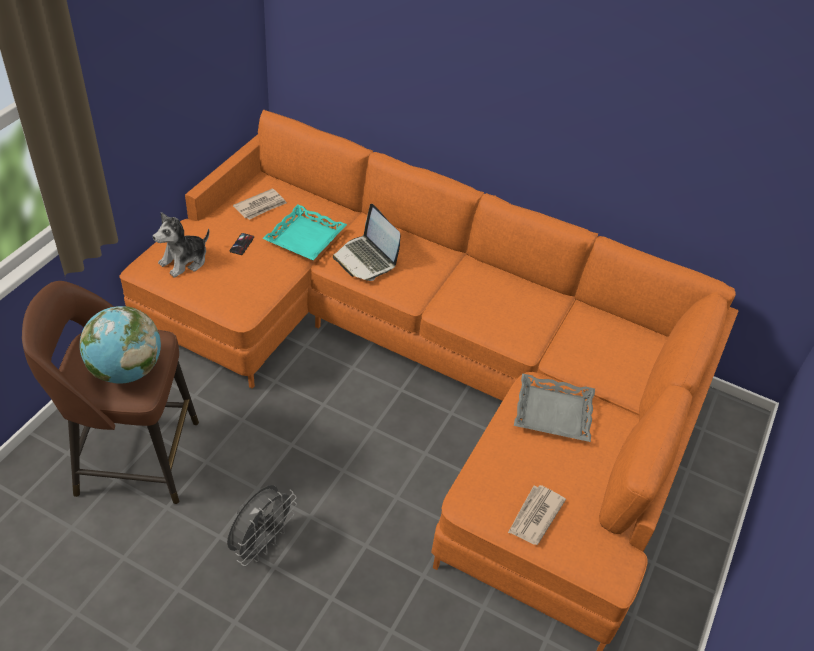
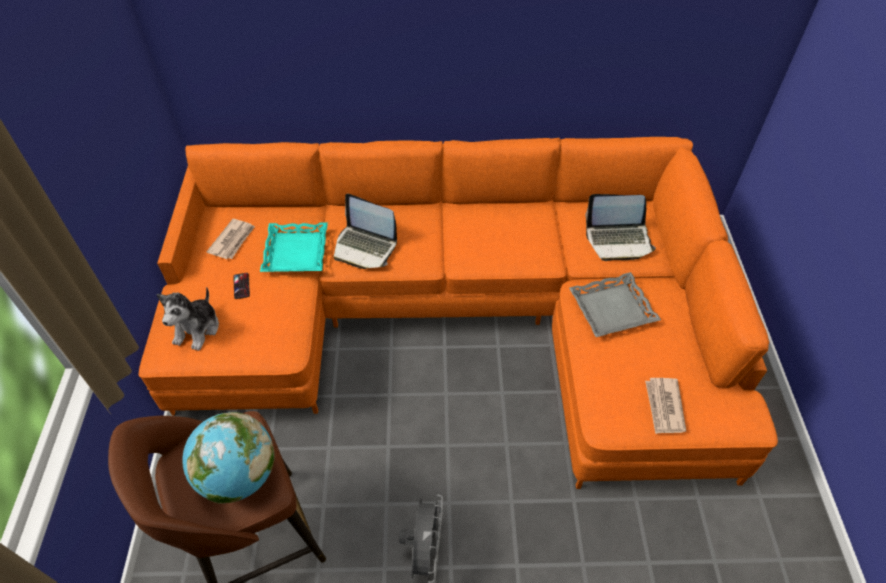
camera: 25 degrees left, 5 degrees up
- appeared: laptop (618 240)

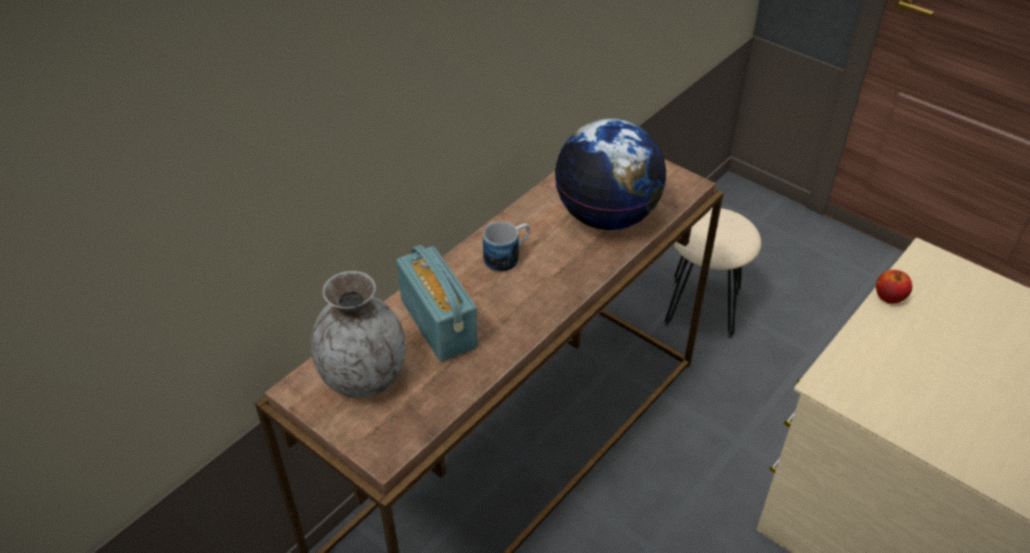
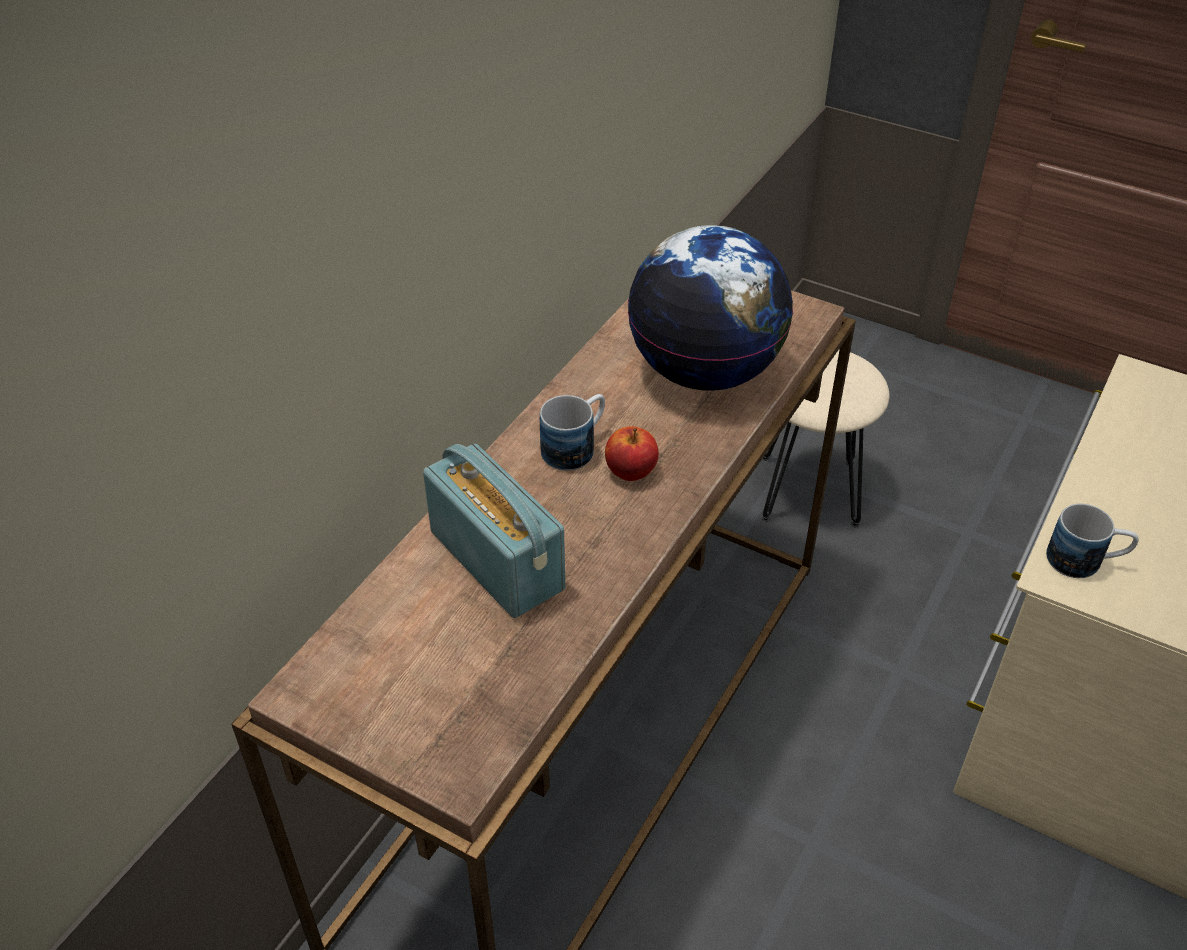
camera: 10 degrees left, 0 degrees up
- relocated: apple (889 297) to (630 472)
- appeared: mug (1085 562)
- missing: grey vase (364 379)

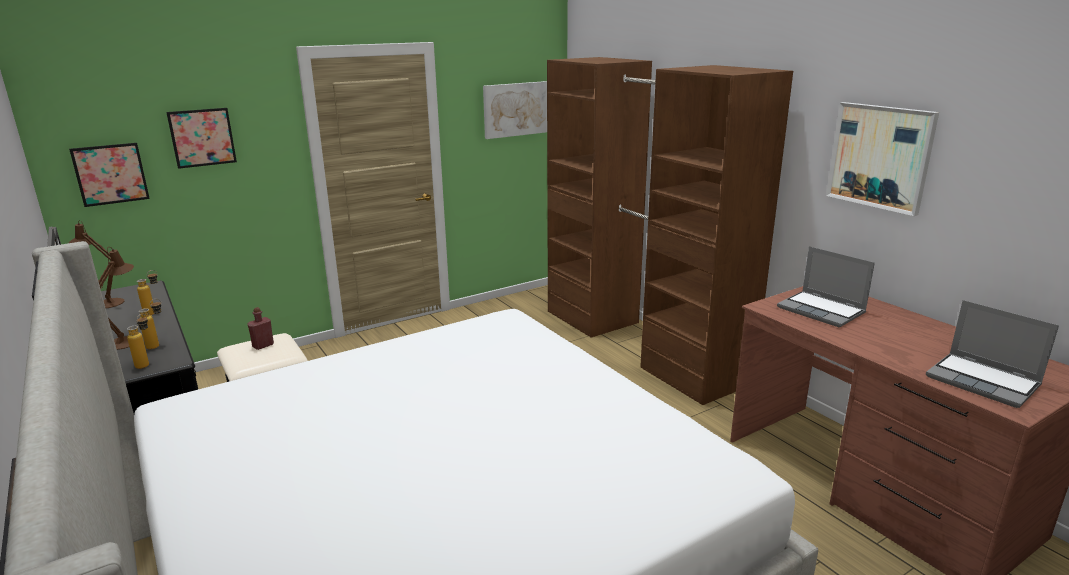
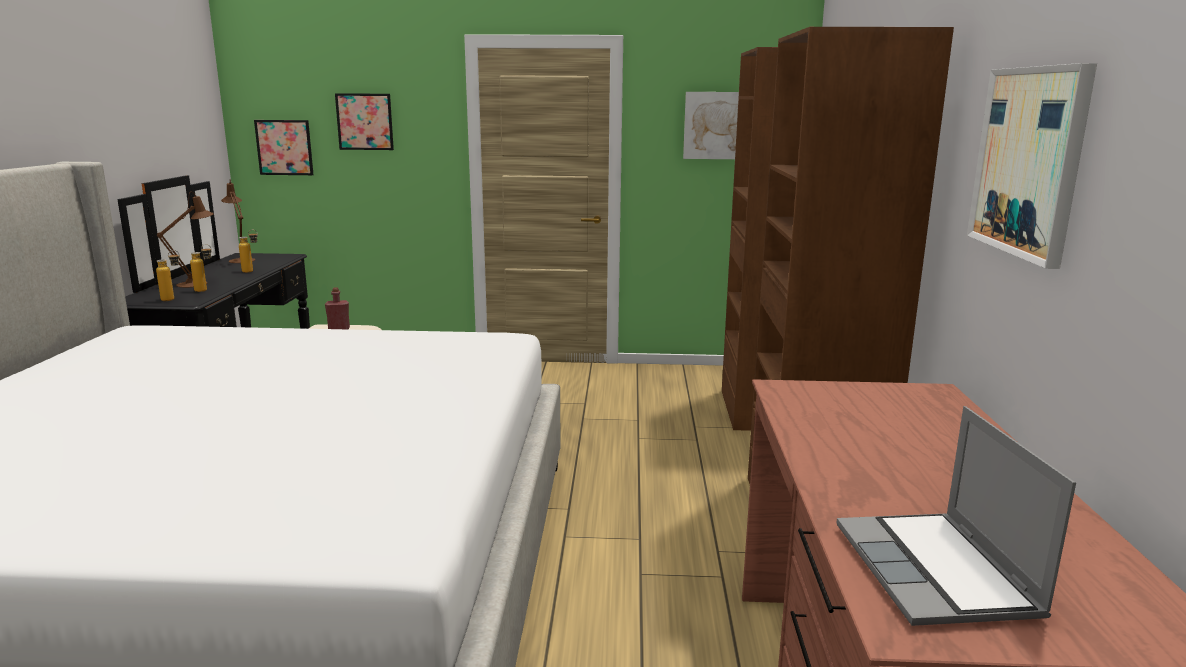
camera: 35 degrees right, 5 degrees down
- missing: laptop (822 310)

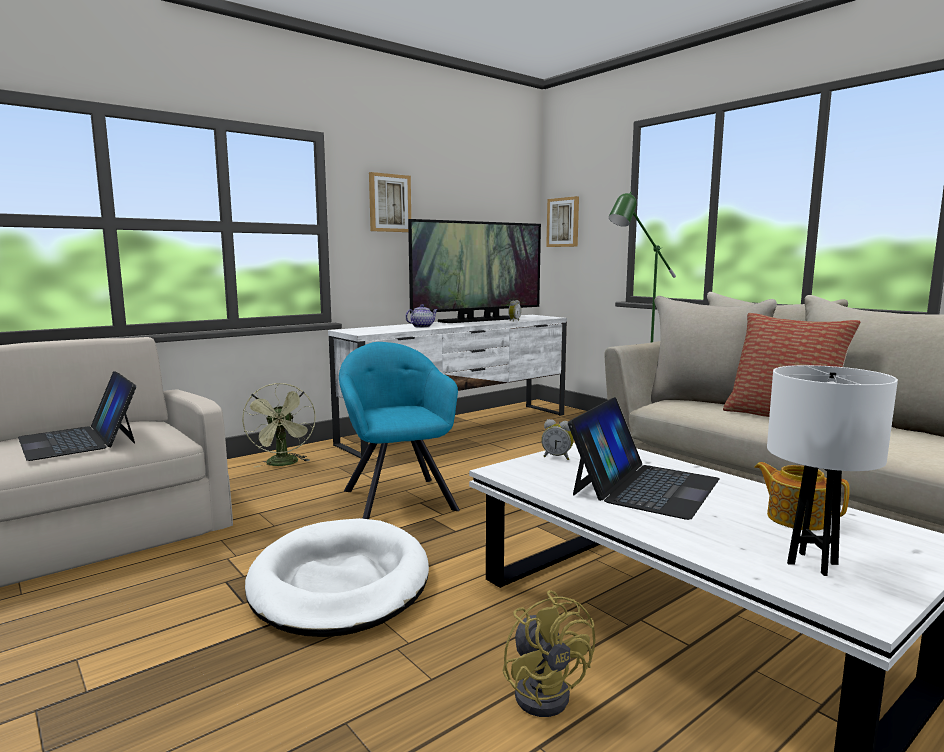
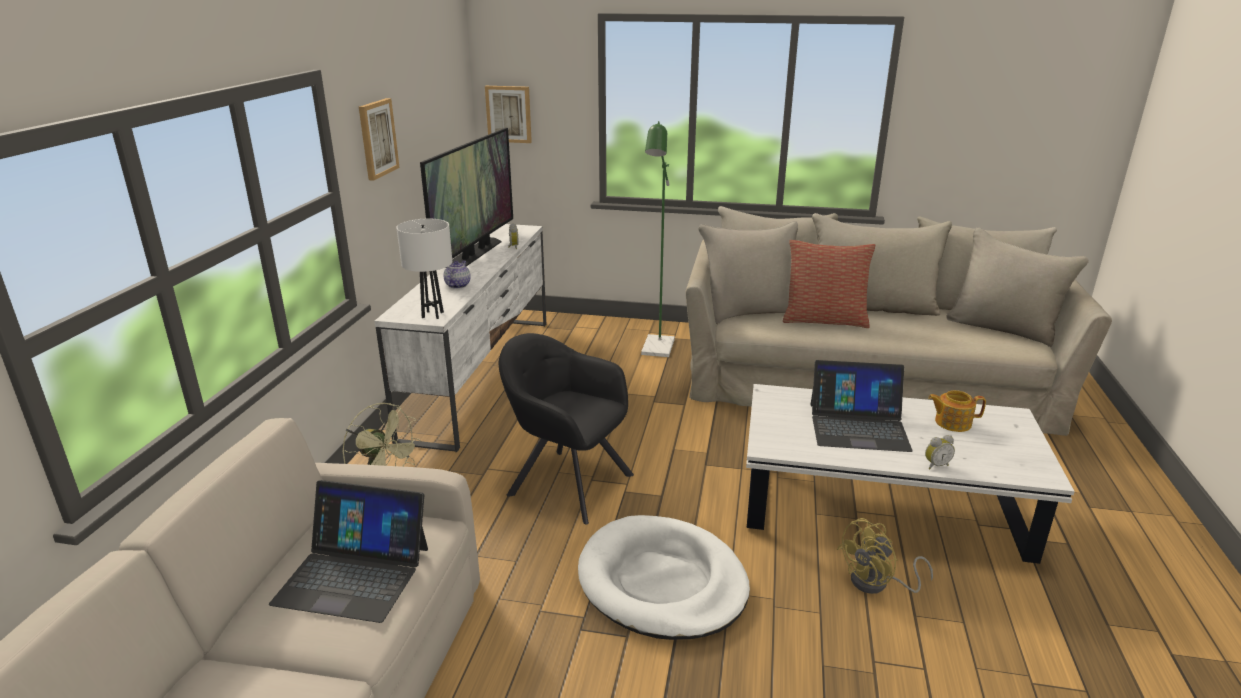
camera: 40 degrees left, 15 degrees up
- relocated: white table lamp (812 563) to (432 315)
- colour: turquoise armchair (397 498) to black armchair (566 483)
- spun: laptop (644 486) = (858 426) 105 degrees clockwise
- spun: yellow fan (546 691) = (877 584) 120 degrees clockwise
- relocated: alarm clock (557 457) to (935 465)

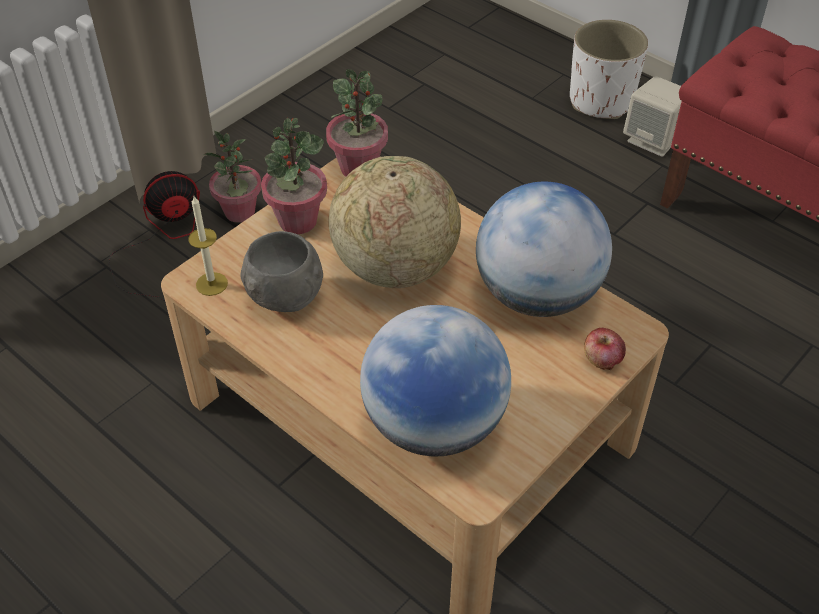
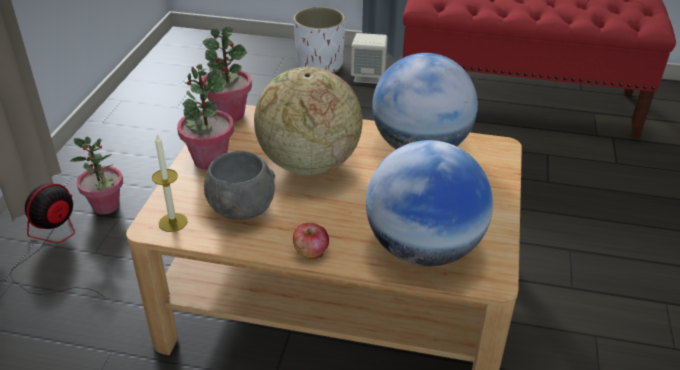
camera: 30 degrees left, 10 degrees down
- relocated: apple (602 360) to (311 252)

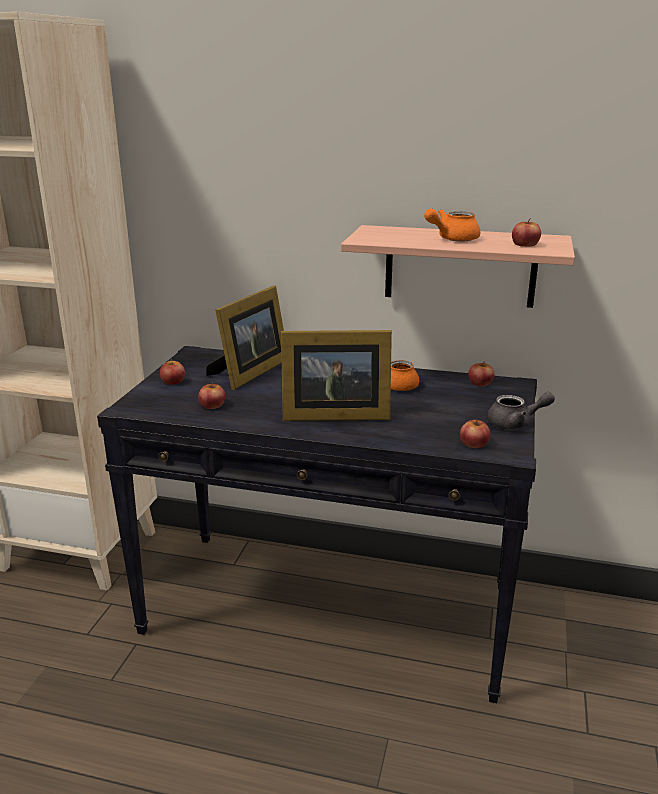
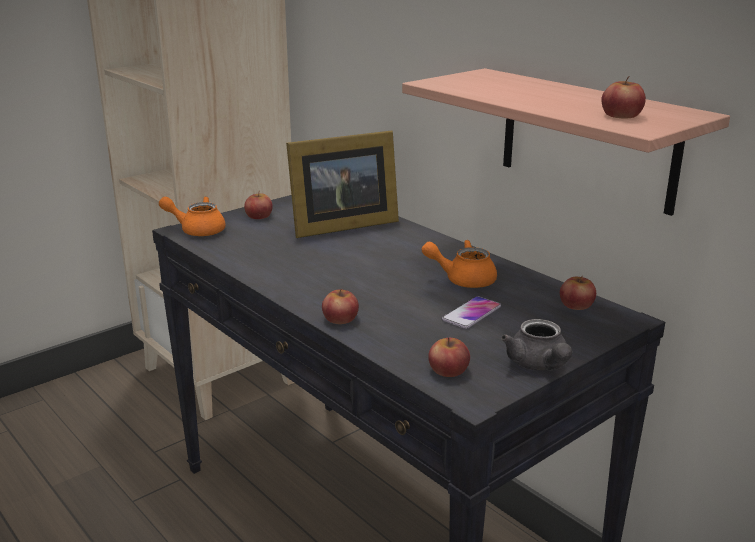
camera: 35 degrees right, 0 degrees up
- relocated: orange teapot (452 239) to (197 230)
- relocated: apple (212 405) to (340 318)
- appeared: phone (471 313)
- spun: grey teapot (515 424) = (539 365) 45 degrees clockwise
- missing: picture frame (332 414)

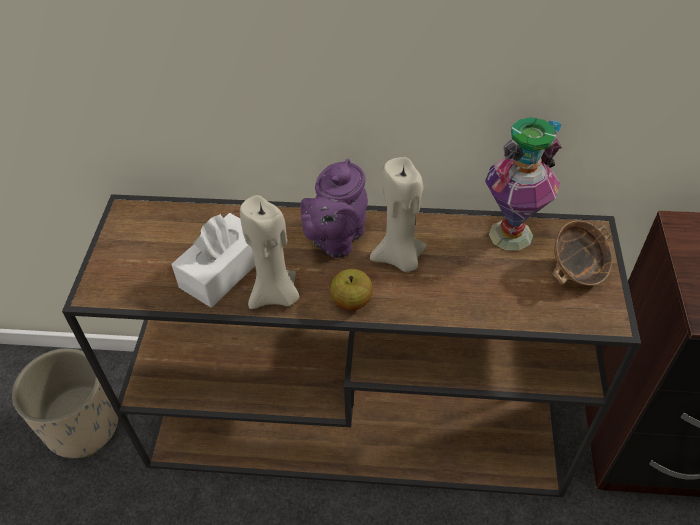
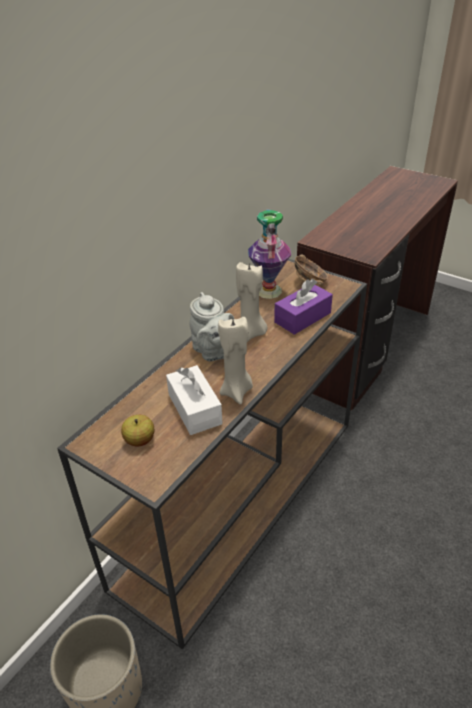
camera: 60 degrees left, 10 degrees down
- relocated: apple (351 301) to (139 440)
- colour: purple teapot (335 239) to grey teapot (214 352)
- appeared: purple tissue box (302 317)

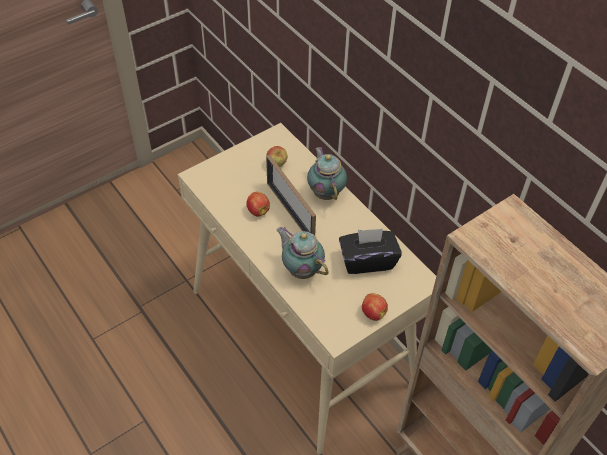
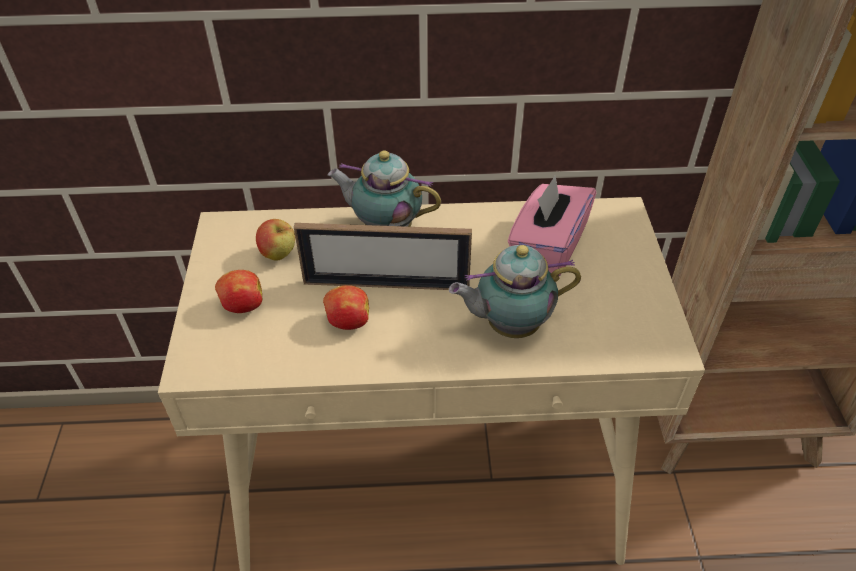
camera: 55 degrees left, 5 degrees down
- relocated: apple (373 313) to (242 306)
- colour: black tissue box (367 260) to pink tissue box (547 247)

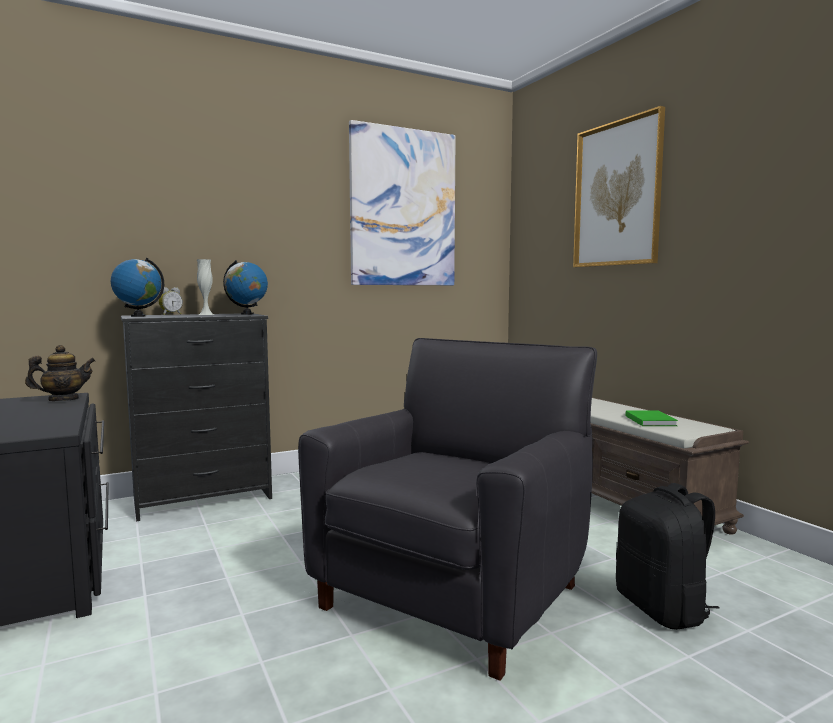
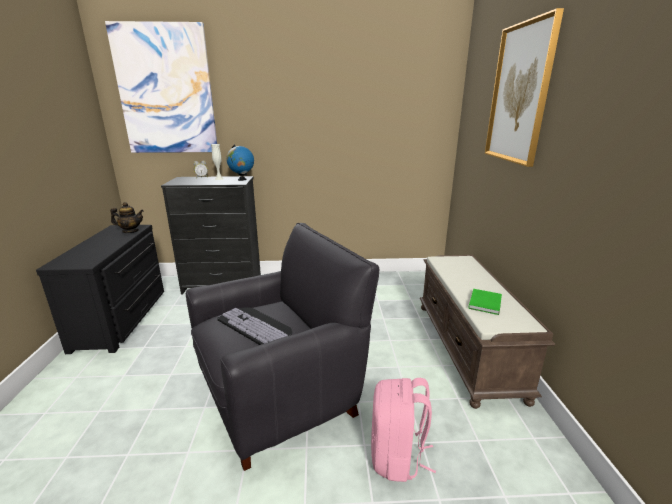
camera: 25 degrees right, 15 degrees up
- relocated: picture (403 208) to (166 91)
- appeared: keyboard (257 326)
- colour: black backpack (663 609) to pink backpack (397 456)
- missing: globe (138 316)

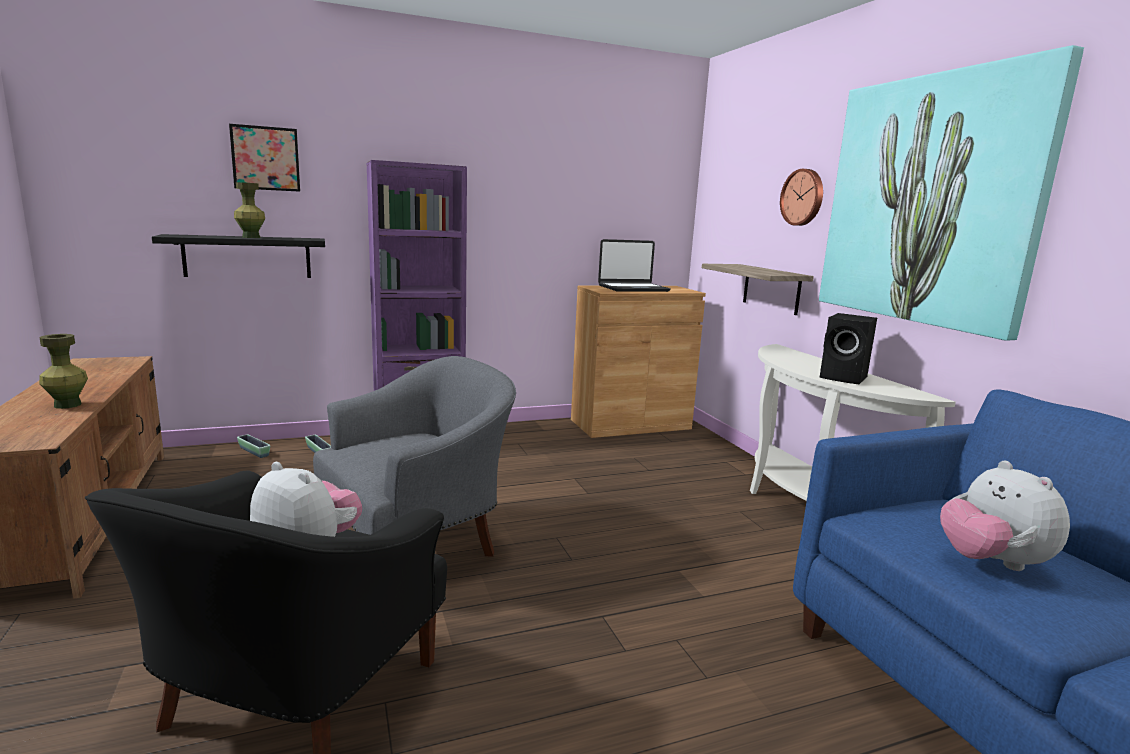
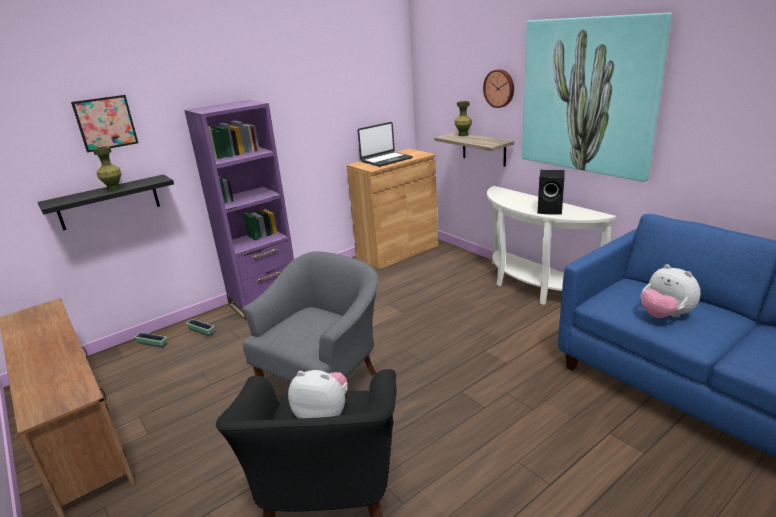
camera: 15 degrees left, 10 degrees up
- relocated: green vase (67 405) to (463 135)

